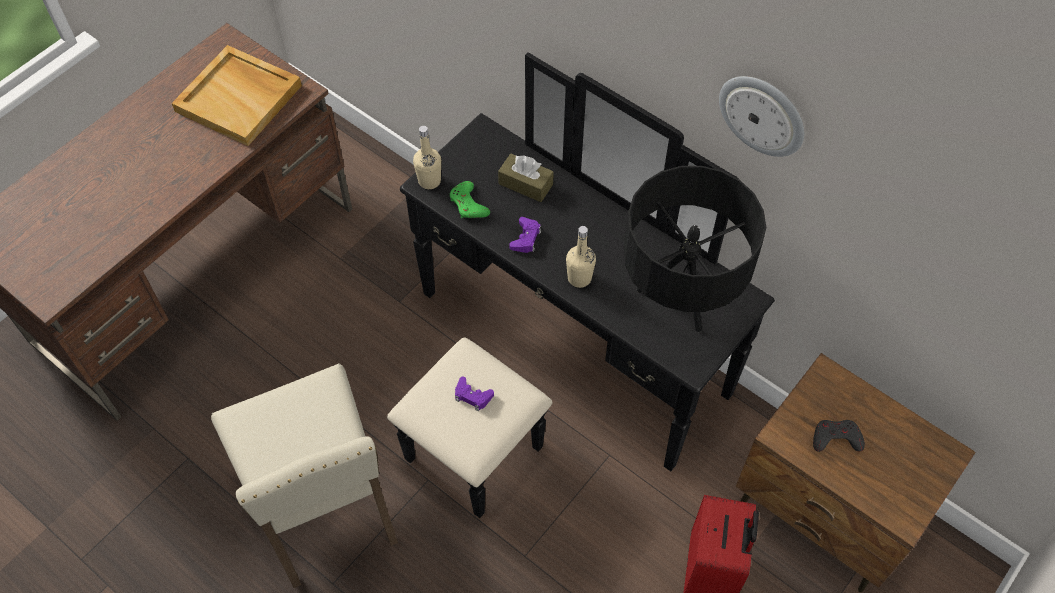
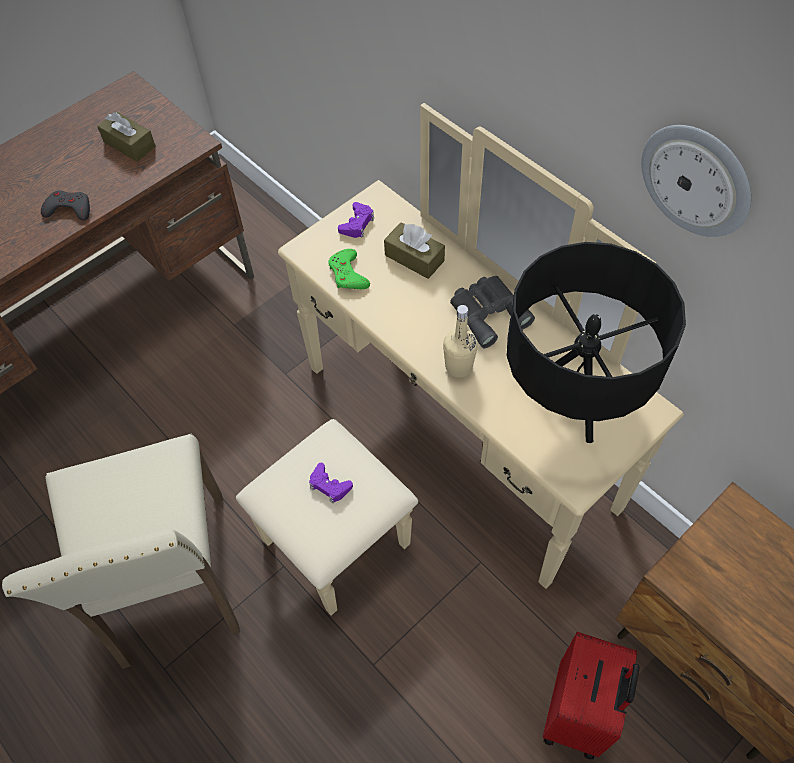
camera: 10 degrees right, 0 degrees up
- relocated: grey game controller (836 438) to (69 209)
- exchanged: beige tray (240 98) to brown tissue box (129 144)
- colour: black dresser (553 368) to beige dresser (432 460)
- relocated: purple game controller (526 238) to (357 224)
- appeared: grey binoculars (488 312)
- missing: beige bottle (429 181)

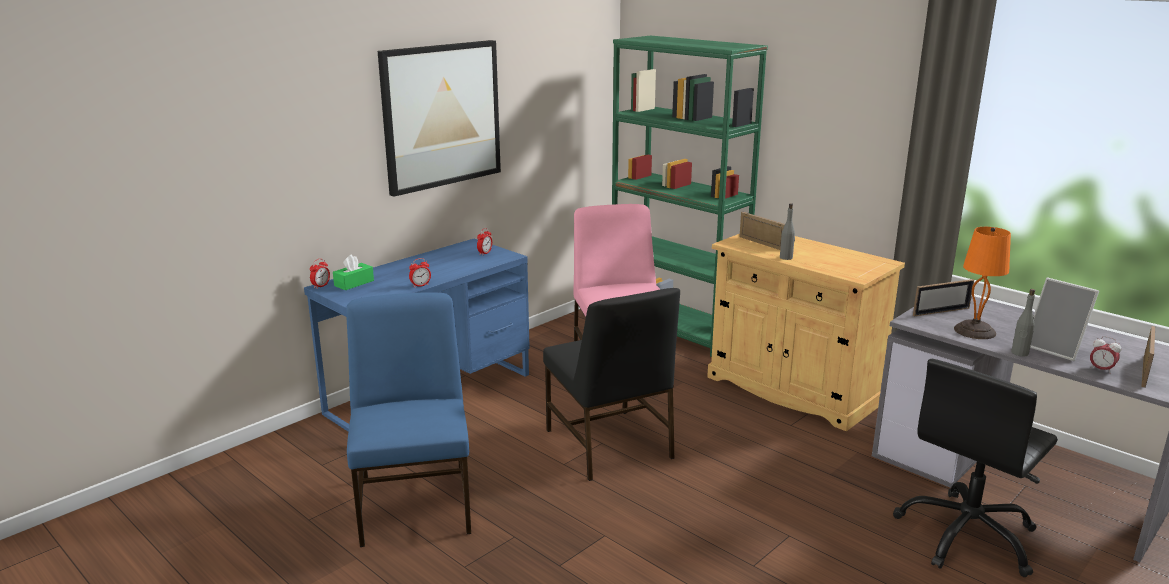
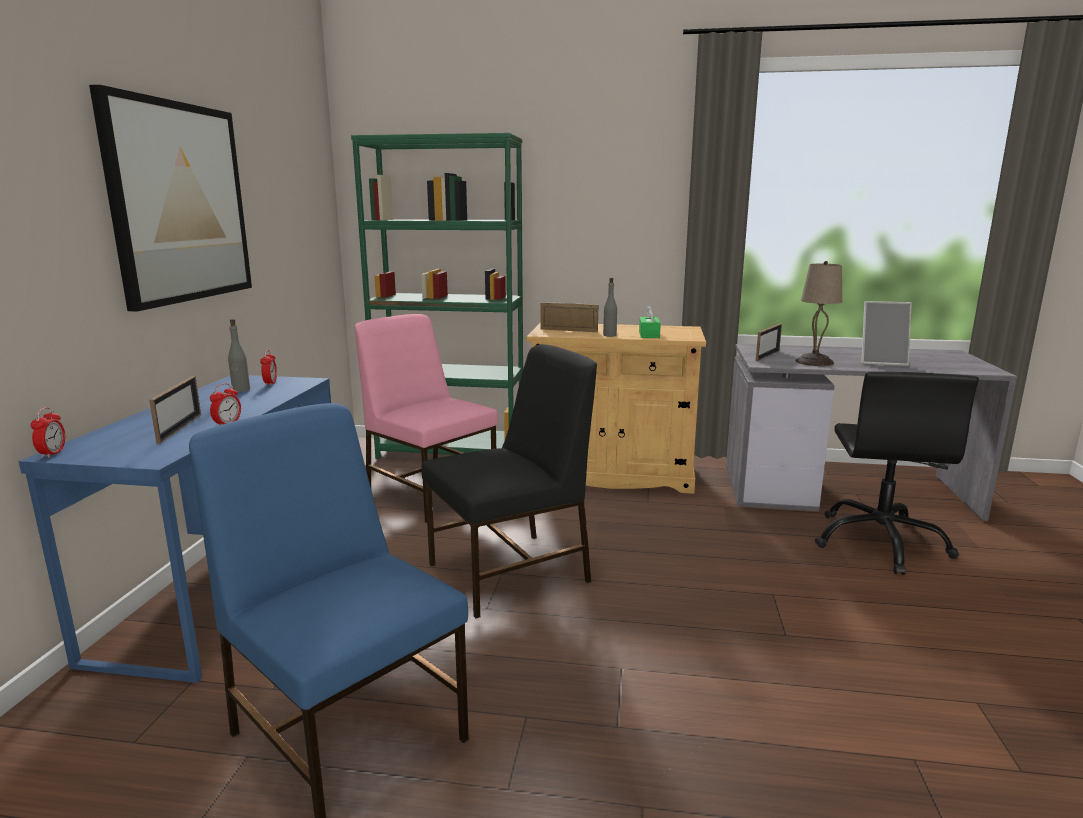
camera: 35 degrees left, 5 degrees down
- relocated: picture frame (1144 372) to (180 428)
- relocated: grey bottle (1019 353) to (241 390)
- spun: black chair (608 445) = (512 572) 60 degrees counterclockwise
- relocated: green tissue box (354 283) to (649 334)
- colour: orange table lamp (974 331) to beige table lamp (814 362)
- missing: alarm clock (1101 370)

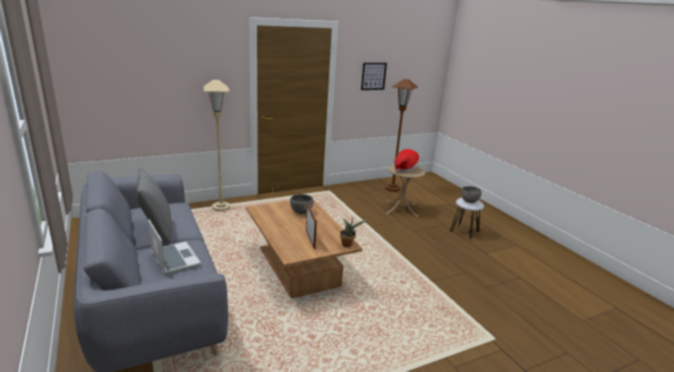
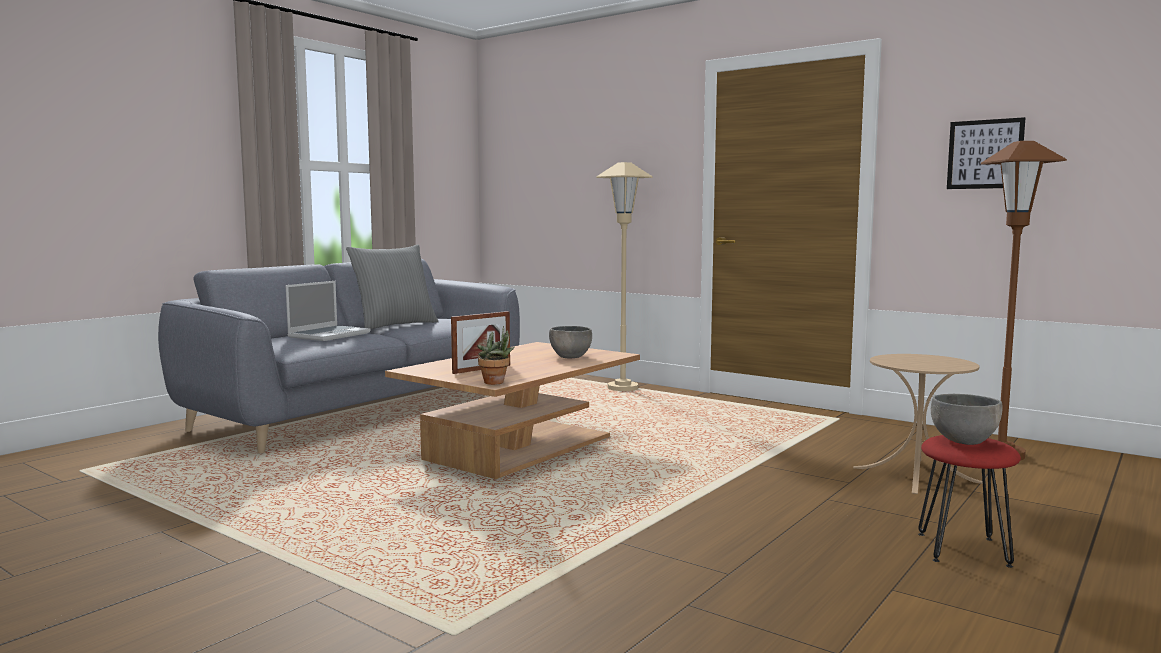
camera: 65 degrees right, 15 degrees down
- colour: white stool (464 231) to red stool (963 550)
- missing: hat (405 169)

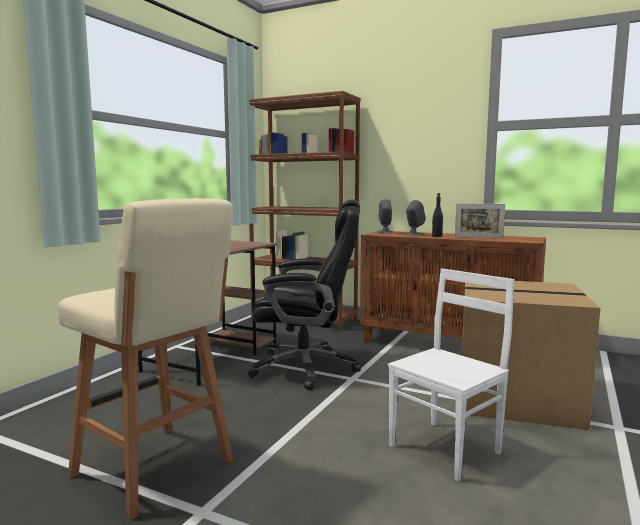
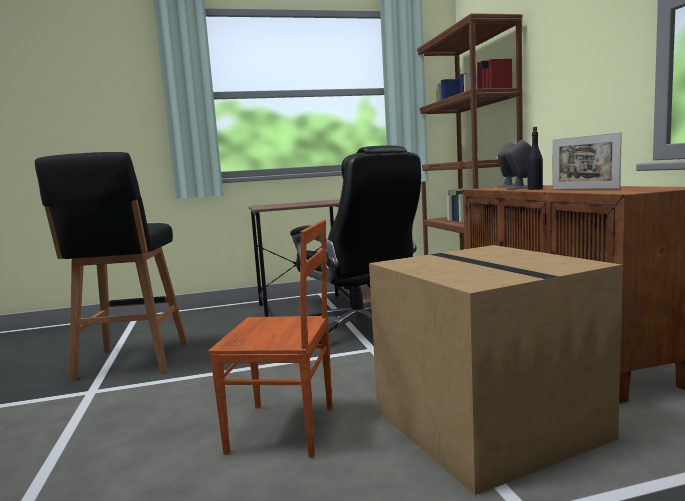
camera: 50 degrees right, 0 degrees up
- colour: beige stool (156 470) to black stool (131 362)
- colour: white chair (446 449) to brown chair (284 430)

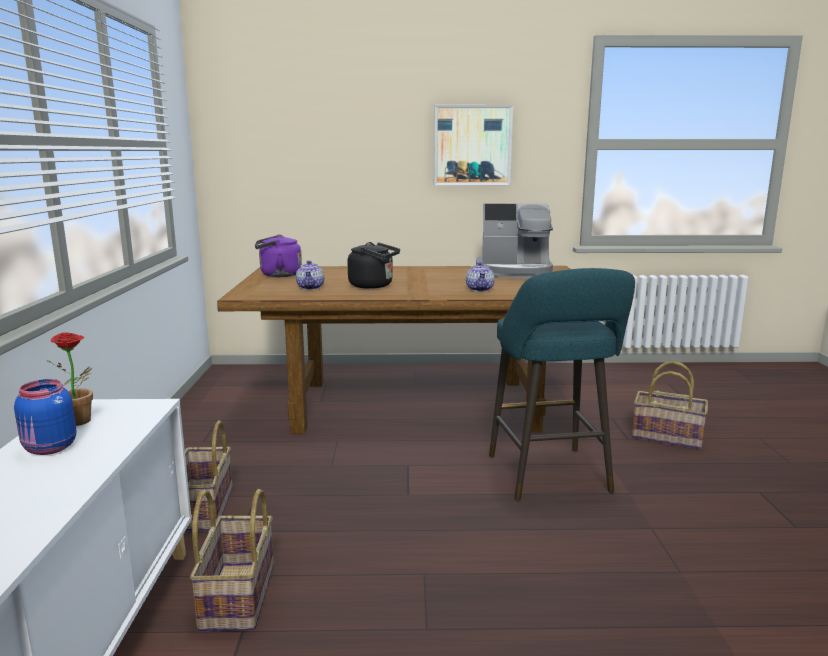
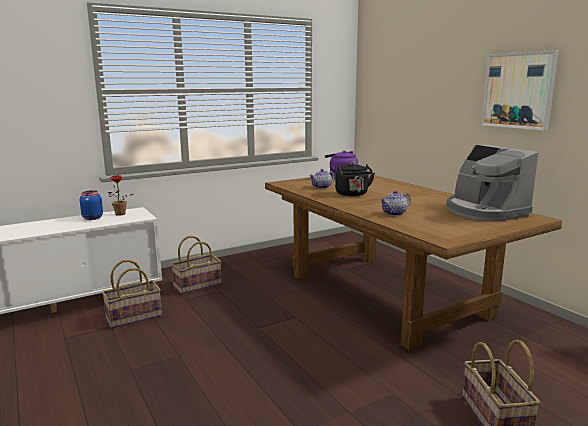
camera: 60 degrees right, 0 degrees up
- missing: turquoise stool (550 477)

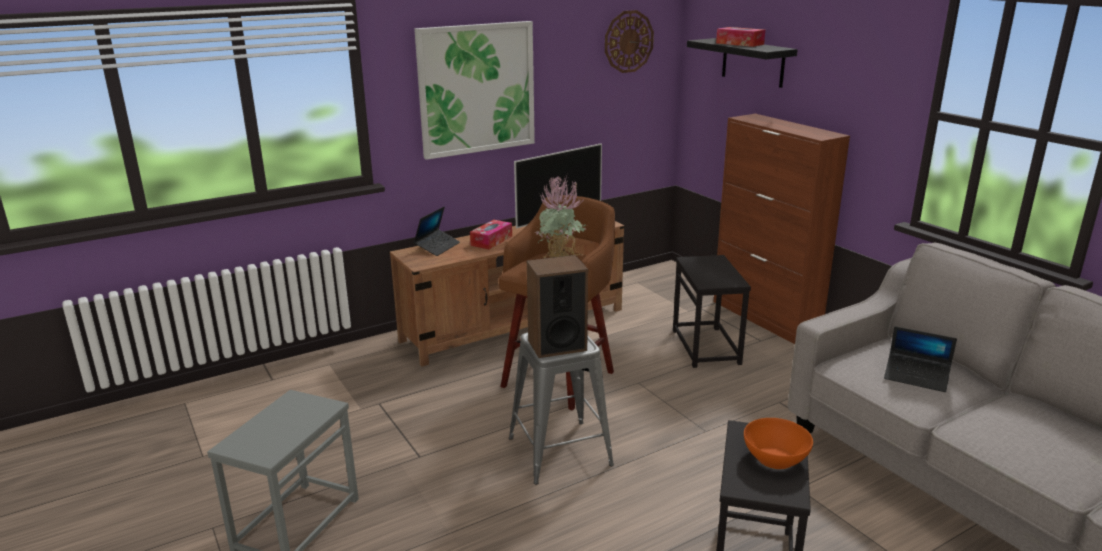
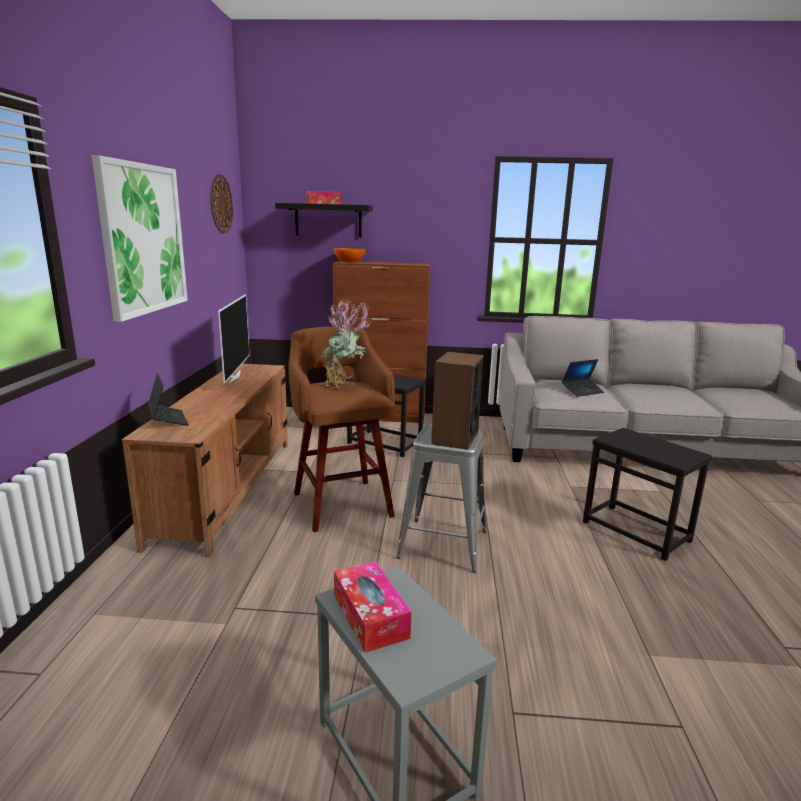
camera: 55 degrees left, 5 degrees down
- relocated: orange bowl (775 458) to (349 262)
- relocated: tissue box (491 240) to (370 616)

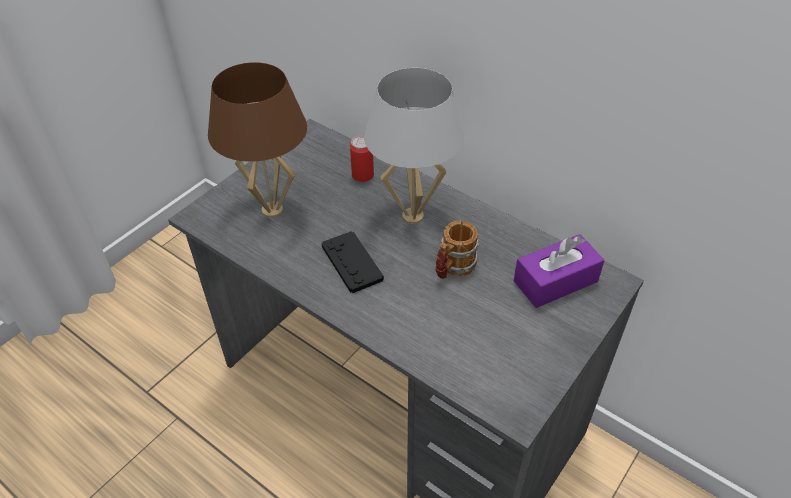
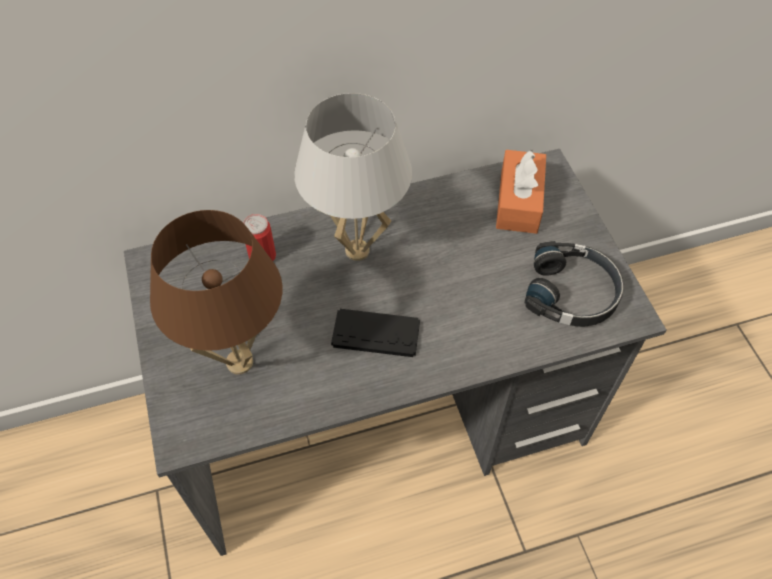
camera: 55 degrees left, 10 degrees up
- colour: purple tissue box (555 281) to orange tissue box (518 202)
- appeared: black headphones (572 293)
- missing: mug (453 268)

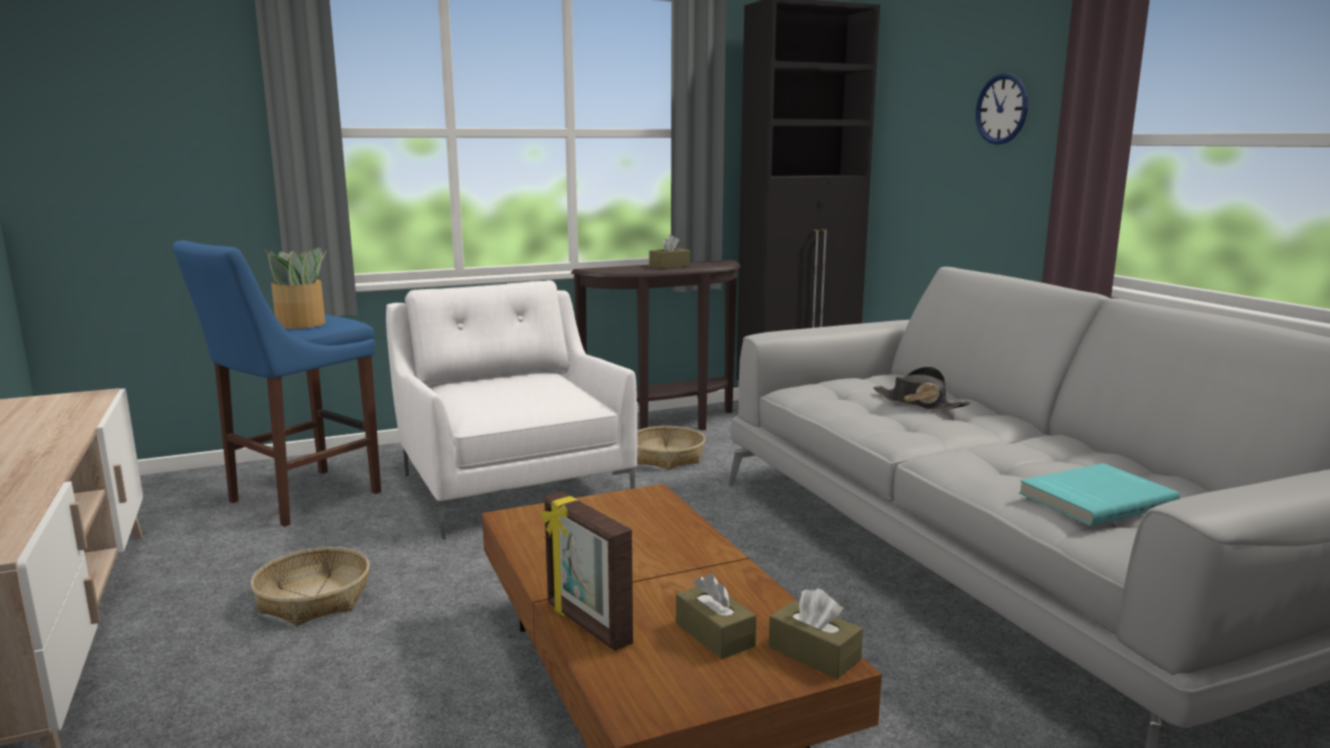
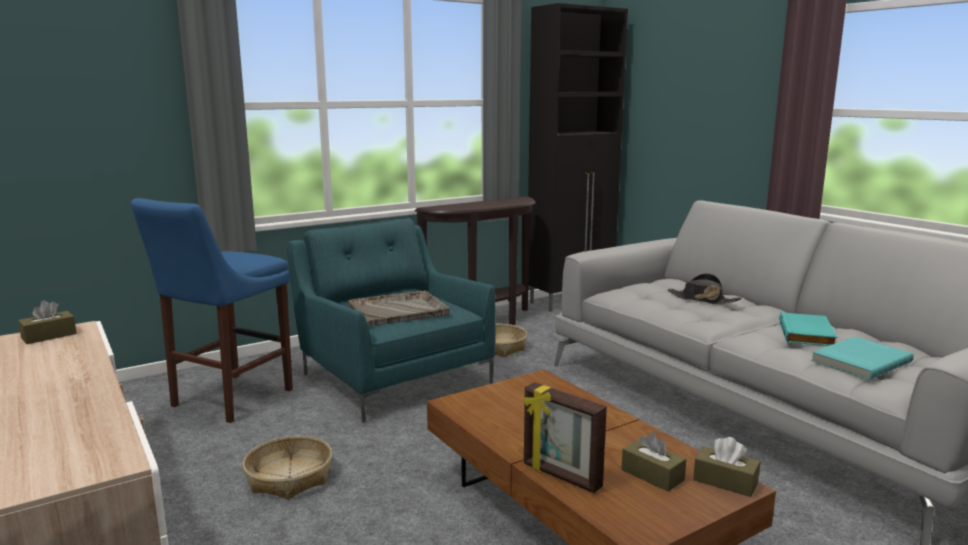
camera: 10 degrees left, 0 degrees up
- relocated: brown tissue box (669 266) to (49 336)
- colour: white armchair (513 484) to turquoise armchair (394 376)
- appeared: grey tray (399 310)
- appeared: turquoise book (808 334)
- missing: potted plant (302 324)
- missing: wall clock (1001 109)

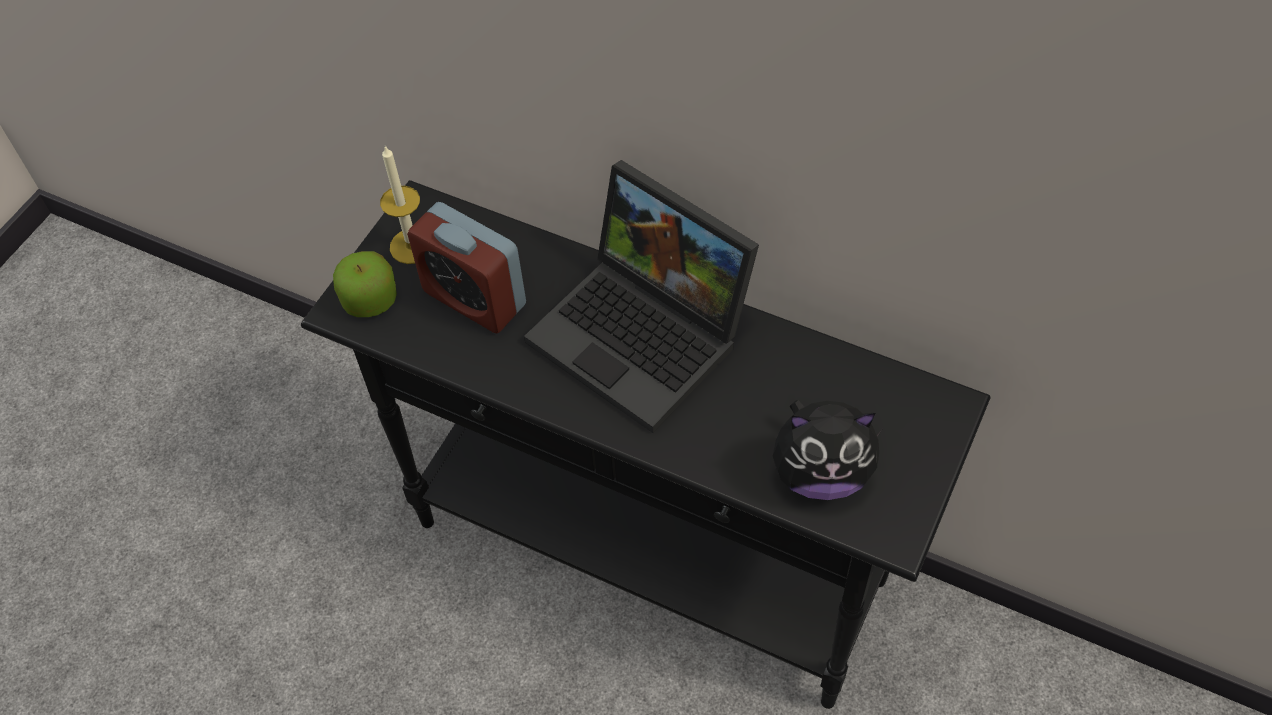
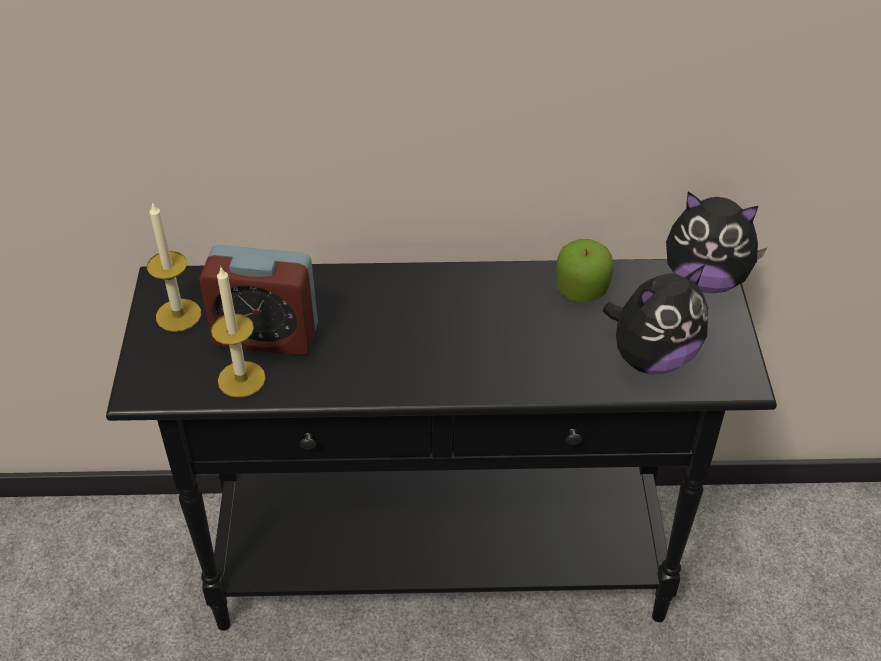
camera: 30 degrees left, 10 degrees down
- appeared: candle (241 379)
- relocated: apple (370 300) to (582 289)
- appeared: plush toy (705 279)
- missing: laptop (646 335)

